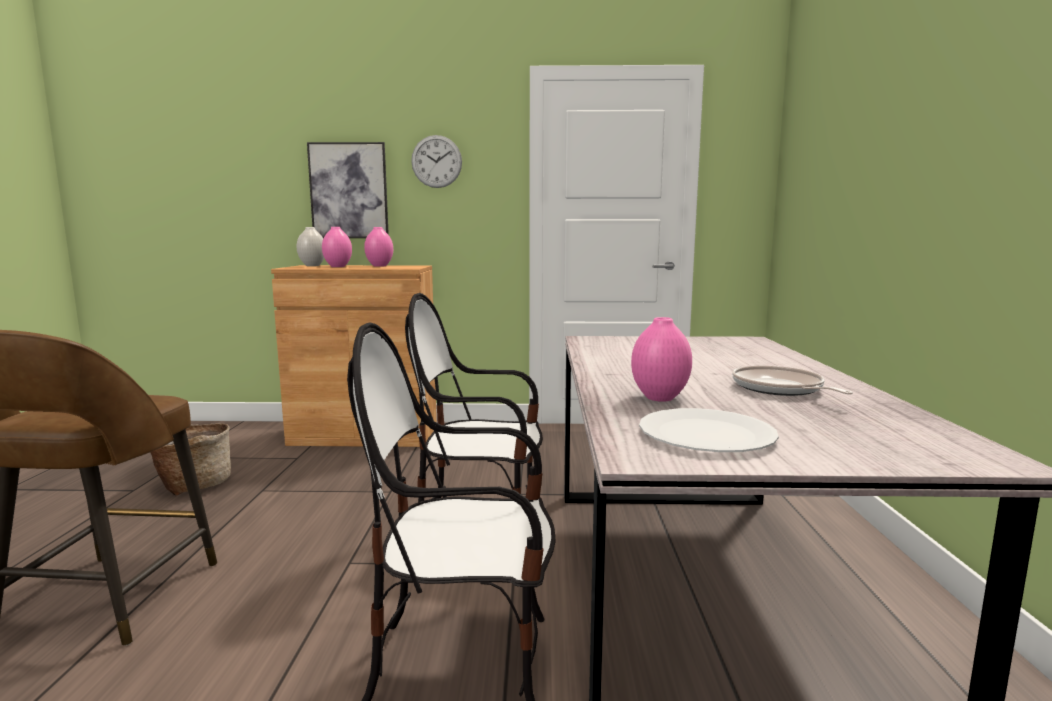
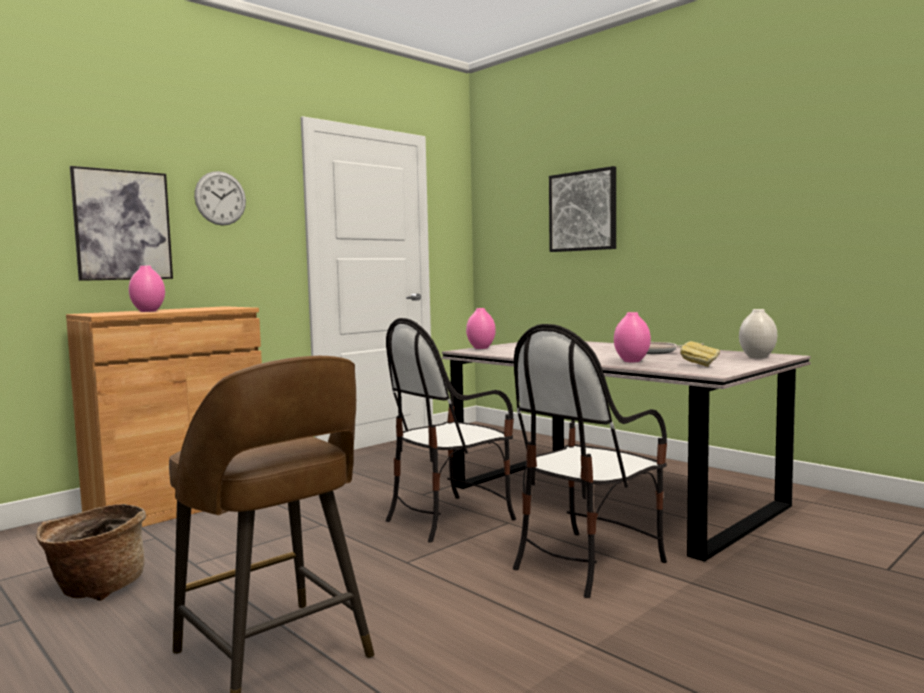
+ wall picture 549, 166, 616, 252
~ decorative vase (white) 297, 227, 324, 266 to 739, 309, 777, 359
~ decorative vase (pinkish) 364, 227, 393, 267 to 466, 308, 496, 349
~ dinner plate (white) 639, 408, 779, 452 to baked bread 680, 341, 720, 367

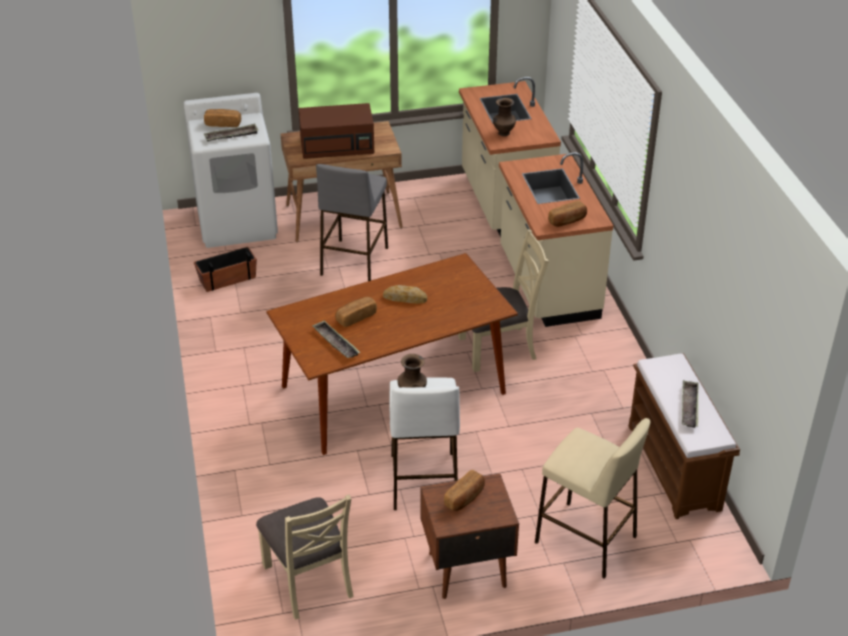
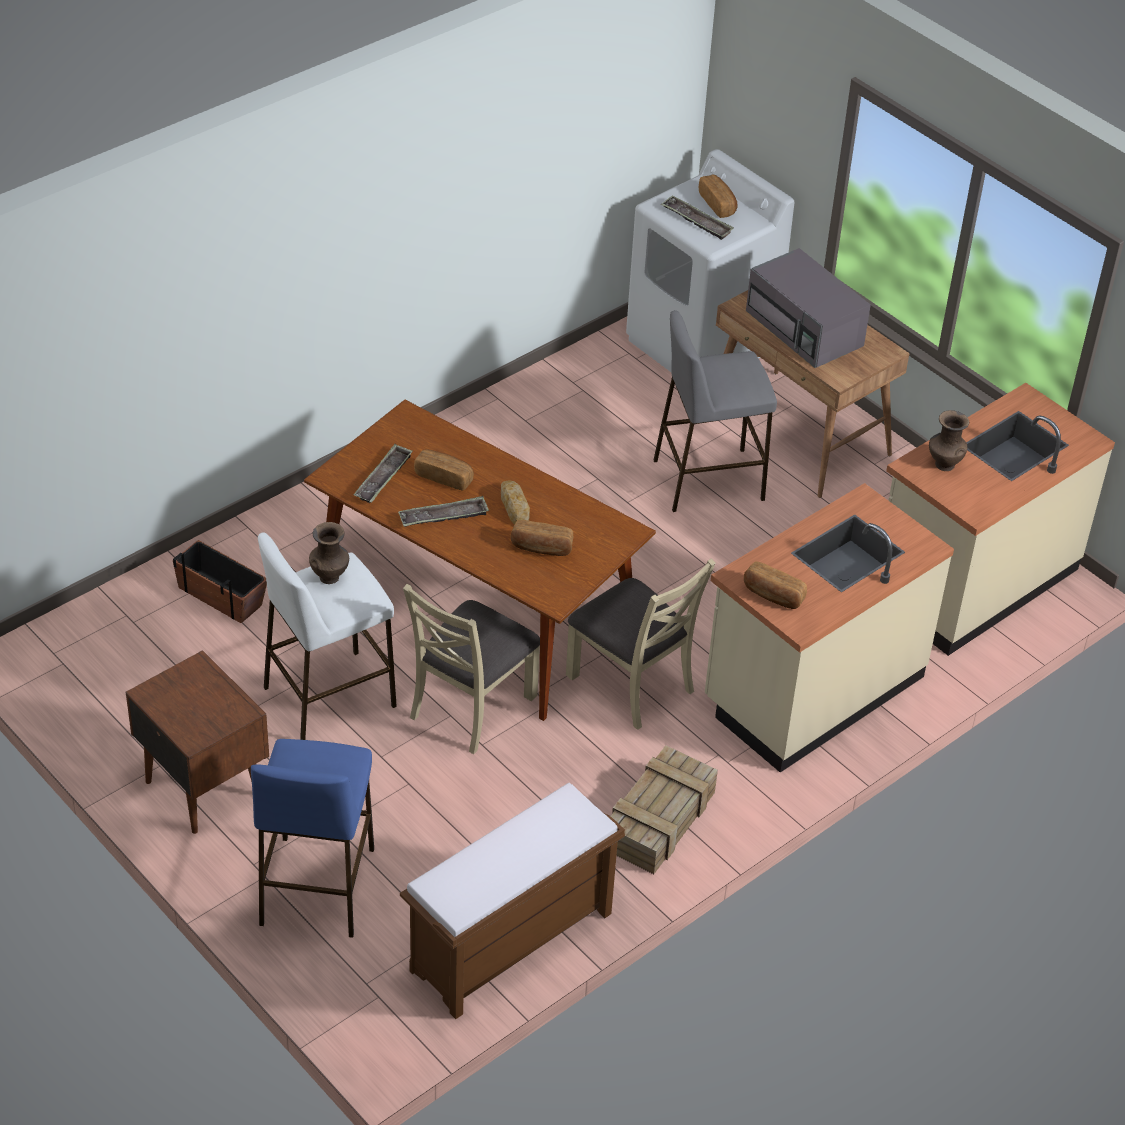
+ shipping crate 611, 745, 718, 874
~ planter 194, 247, 257, 292 to 173, 540, 267, 623
~ chair (sand-coloured) 256, 495, 354, 620 to 403, 584, 540, 754
~ baked bread 444, 470, 485, 511 to 510, 520, 573, 556
~ serving tray 682, 380, 699, 428 to 398, 496, 489, 527
~ kitchen microwave (brown) 299, 103, 374, 159 to kitchen microwave (gray) 746, 248, 871, 368
~ stool seat (sand-coloured) 535, 418, 650, 579 to stool seat (blue) 251, 739, 374, 938

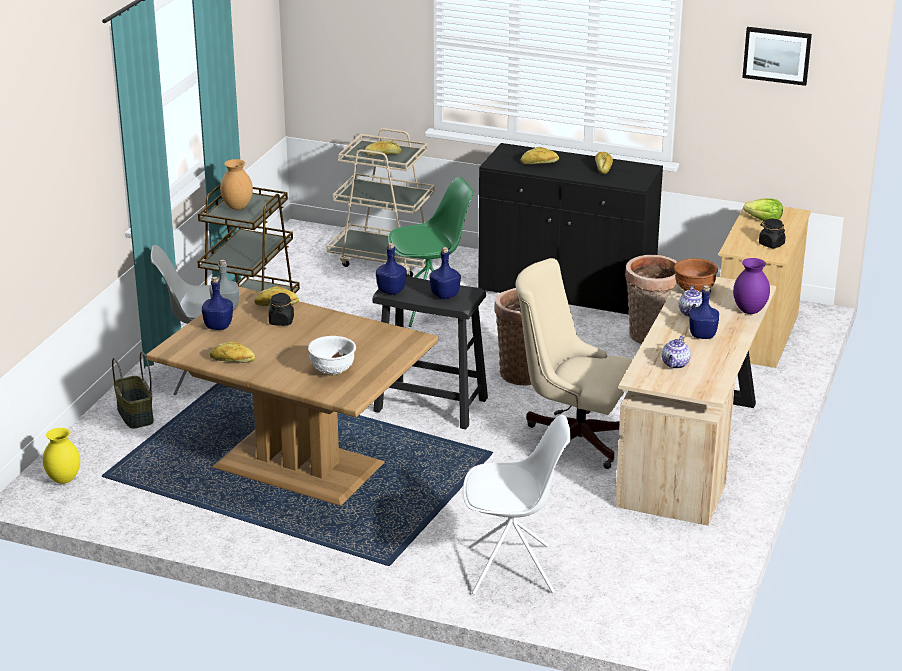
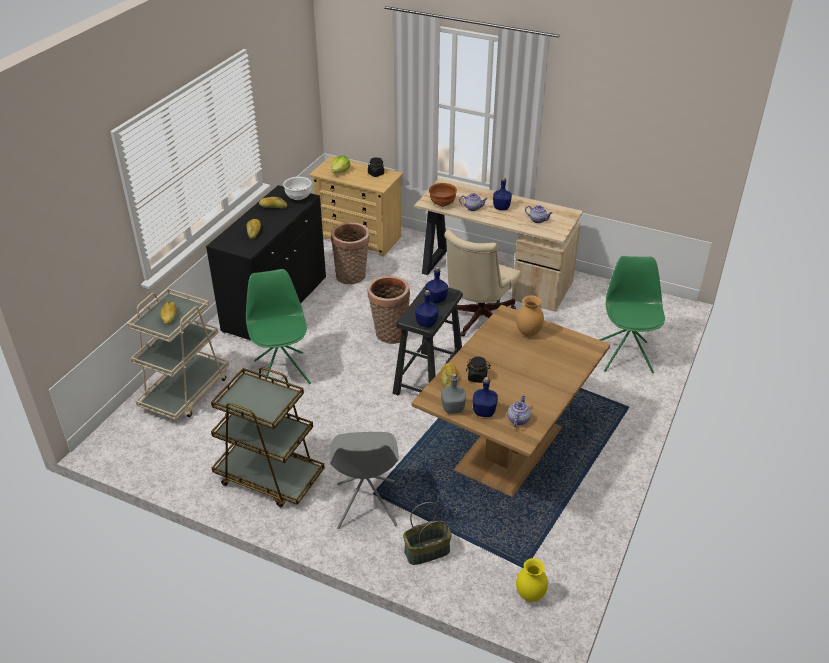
- baked bread 210, 341, 255, 363
- decorative vase (purple-coloured) 733, 258, 770, 314
- wall picture 742, 27, 812, 86
+ teapot 507, 396, 531, 427
~ decorative vase (brown) 220, 159, 253, 210 to 516, 295, 544, 337
~ serving bowl (white) 308, 336, 356, 375 to 283, 177, 312, 200
~ chair (white) 463, 415, 571, 595 to chair (greenish) 599, 256, 665, 374

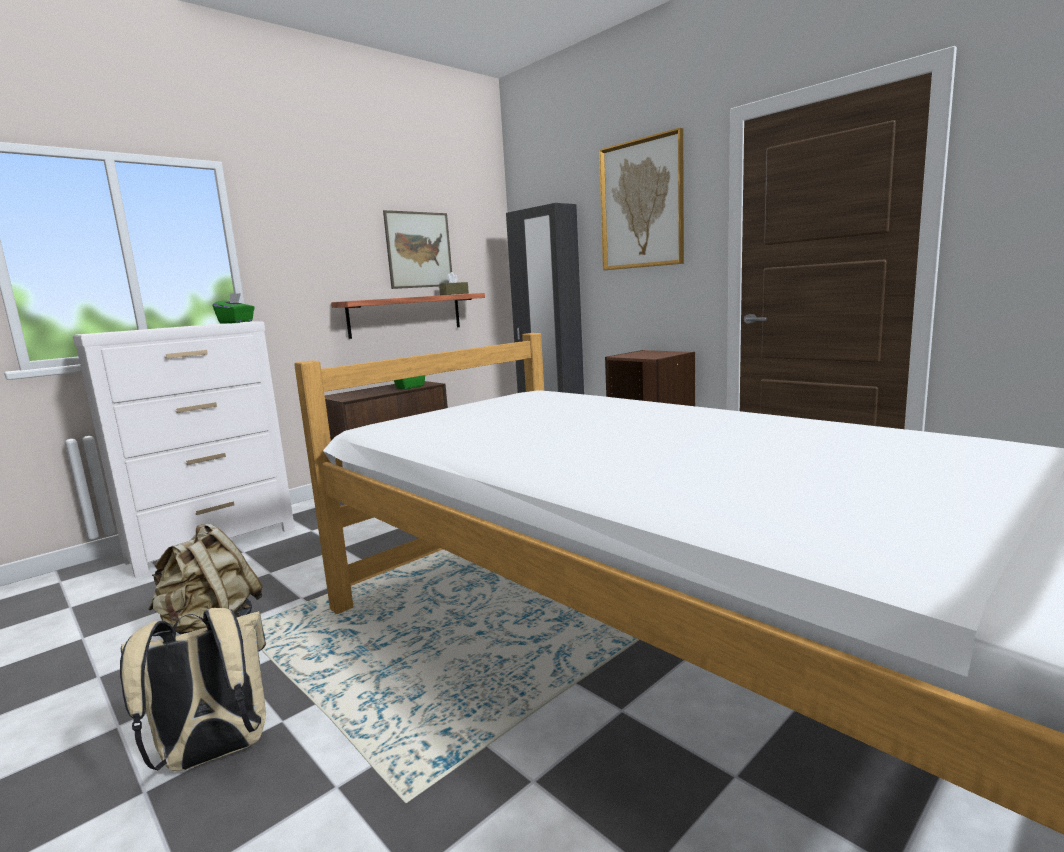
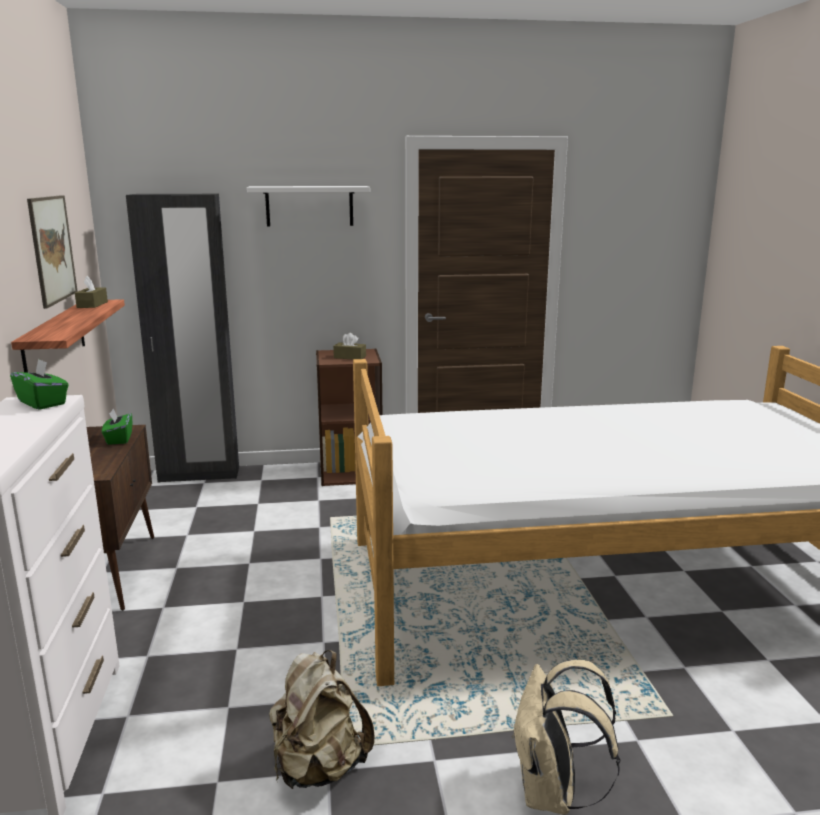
+ tissue box (brown) 333, 333, 366, 360
~ wall picture 599, 128, 684, 270 to shelf (white) 247, 186, 370, 226

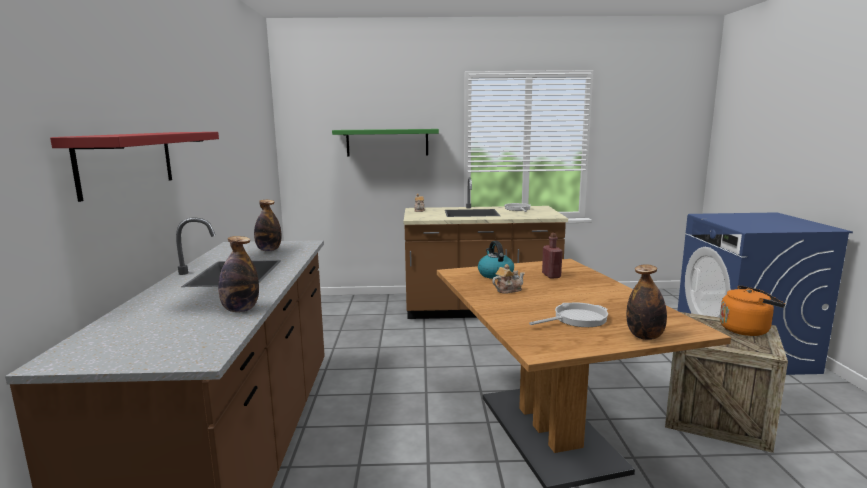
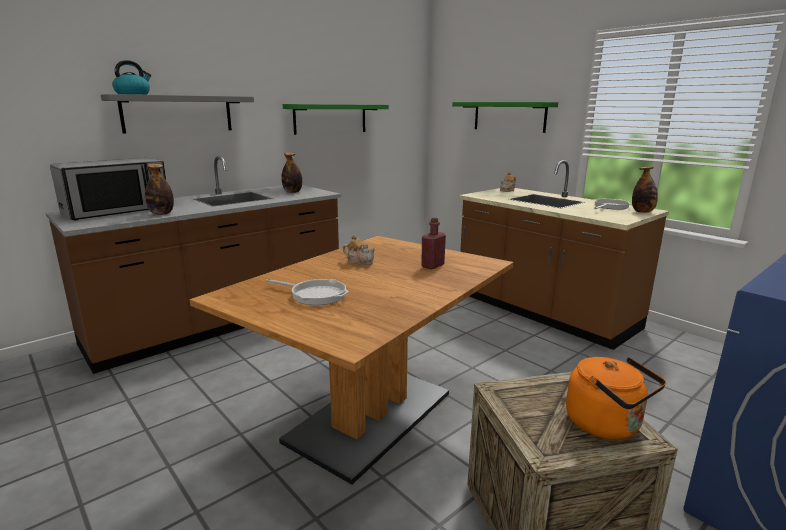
+ kitchen microwave 50, 158, 166, 220
+ shelf (greenish) 283, 104, 389, 135
~ tea kettle 478, 241, 514, 279 to 112, 60, 151, 95
~ beverage bottle 626, 264, 667, 340 to 632, 166, 658, 213
~ shelf (red-coloured) 50, 132, 219, 202 to shelf (gray) 101, 94, 254, 134

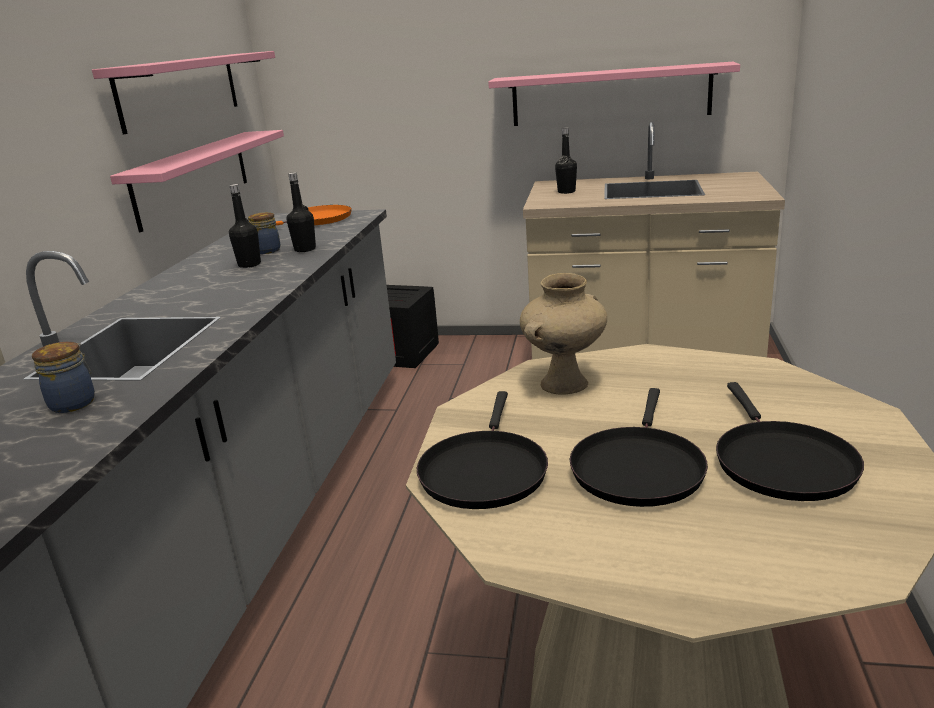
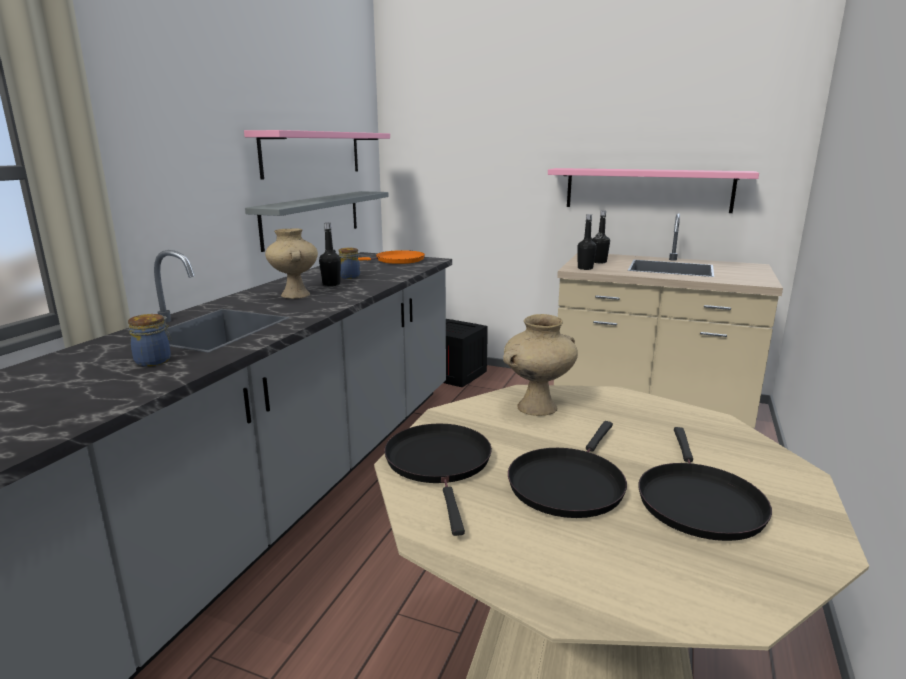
+ decorative vase (sand-coloured) 265, 228, 318, 299
~ beverage bottle (blackish) 287, 172, 316, 252 to 577, 214, 596, 270
~ shelf (pinkish) 110, 130, 284, 232 to shelf (gray) 245, 191, 388, 252
~ frying pan (blackish) 417, 391, 548, 509 = 384, 423, 492, 536 150 degrees clockwise

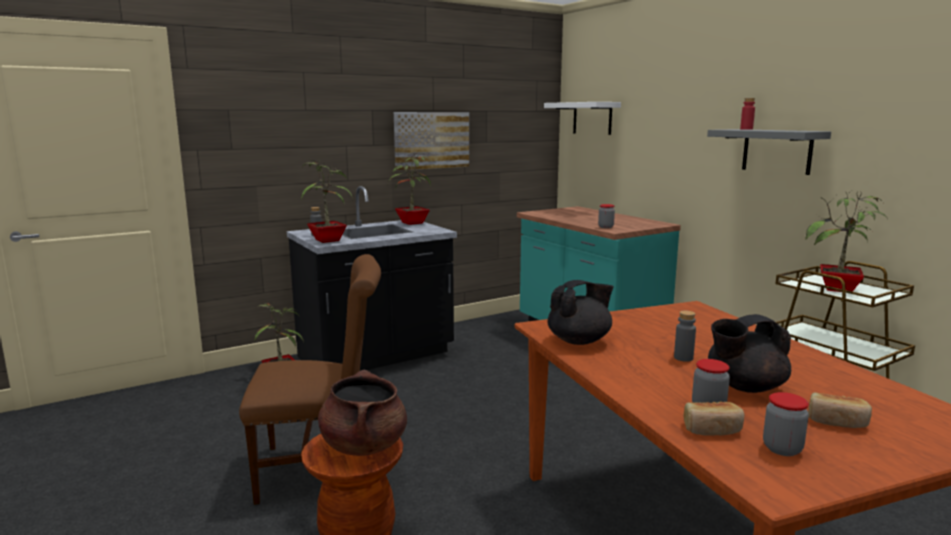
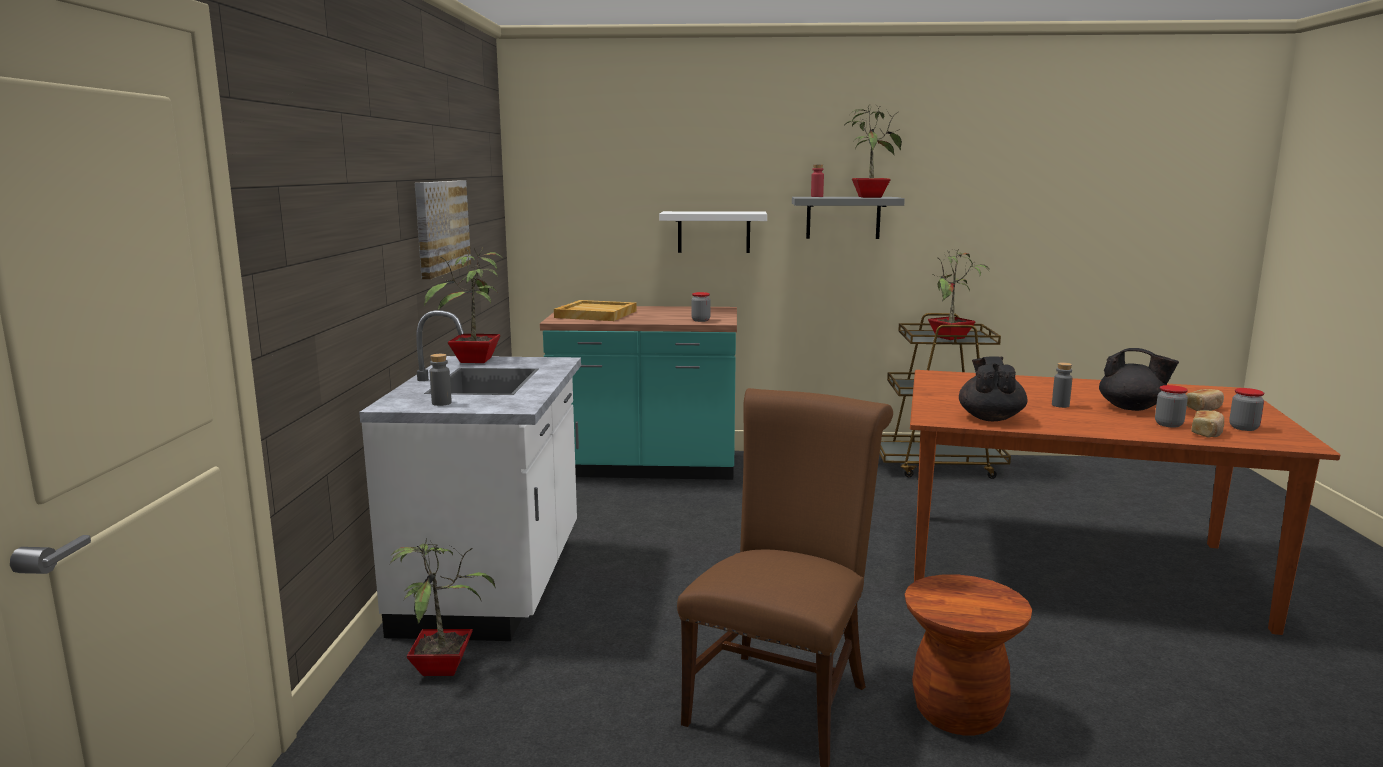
- saucepot (brown) 318, 370, 407, 456
+ serving tray (sand-coloured) 554, 300, 637, 321
~ plant in a pot 301, 159, 353, 243 to 846, 107, 902, 198
~ shelf (white) 544, 102, 621, 135 to 659, 211, 767, 253
~ kitchen base unit (blackish) 287, 186, 457, 371 to kitchen base unit (white) 359, 310, 581, 641
~ teapot (blackish) 708, 314, 791, 393 = 1099, 348, 1179, 411 75 degrees counterclockwise

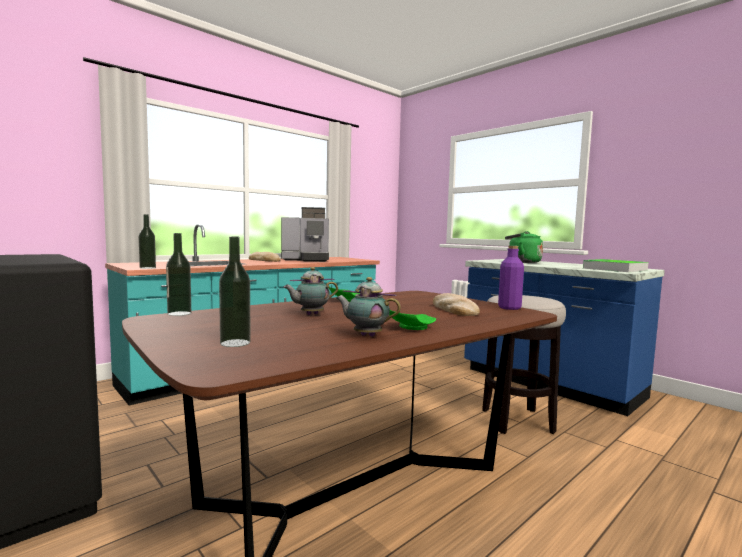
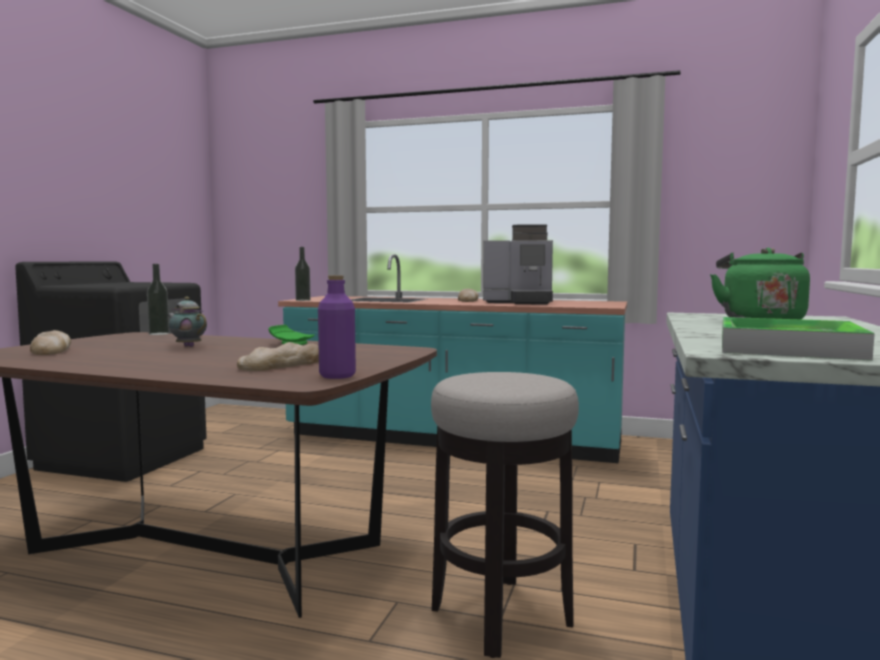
- teapot 336, 277, 401, 337
- dinner plate (greenish) 389, 310, 436, 330
~ beverage bottle 219, 236, 251, 347 to baked bread 30, 330, 71, 355
~ coffee brewer 281, 207, 329, 262 = 483, 224, 553, 304 45 degrees counterclockwise

